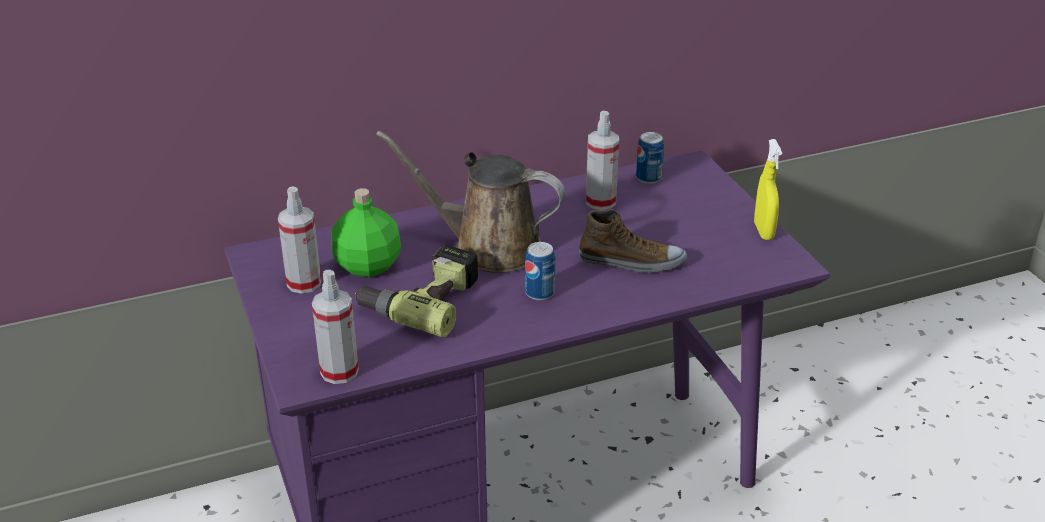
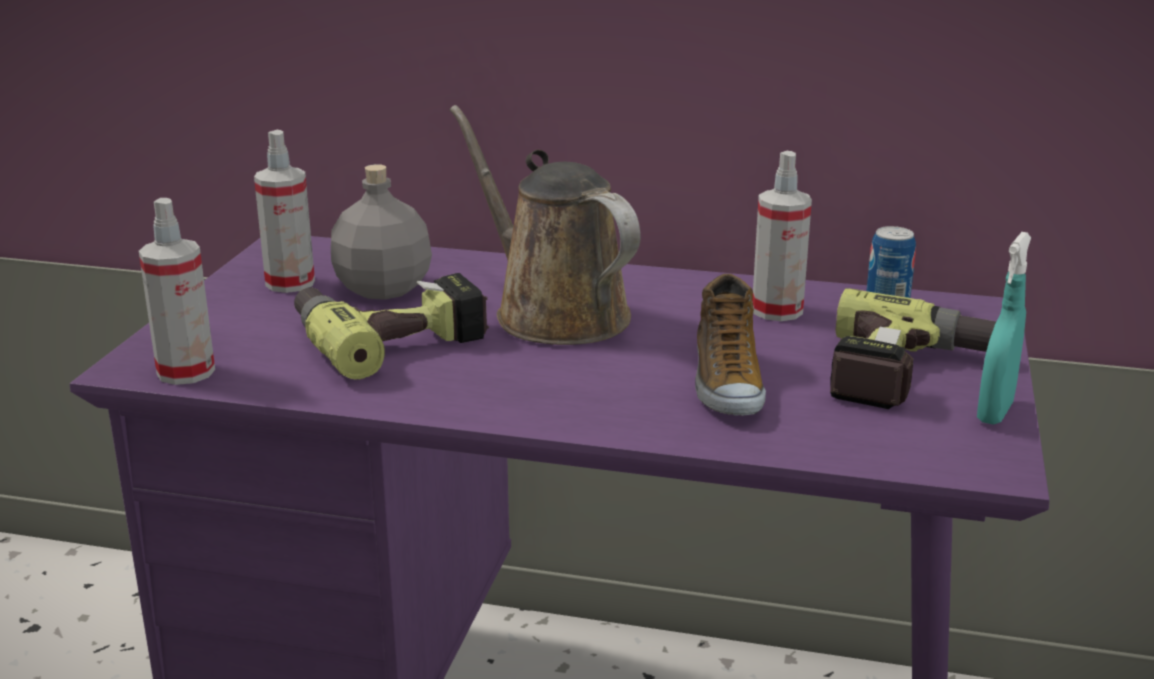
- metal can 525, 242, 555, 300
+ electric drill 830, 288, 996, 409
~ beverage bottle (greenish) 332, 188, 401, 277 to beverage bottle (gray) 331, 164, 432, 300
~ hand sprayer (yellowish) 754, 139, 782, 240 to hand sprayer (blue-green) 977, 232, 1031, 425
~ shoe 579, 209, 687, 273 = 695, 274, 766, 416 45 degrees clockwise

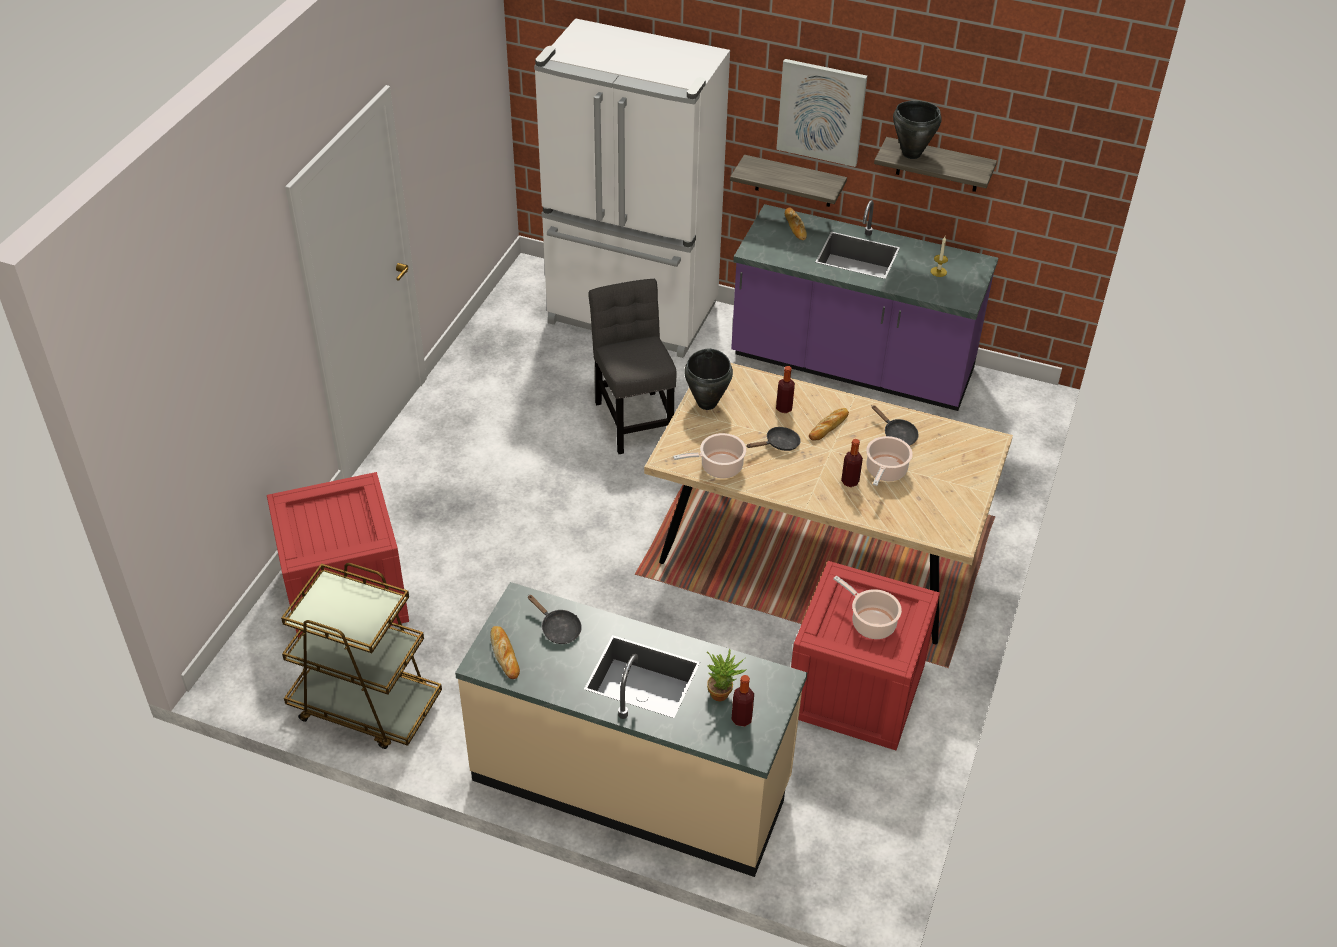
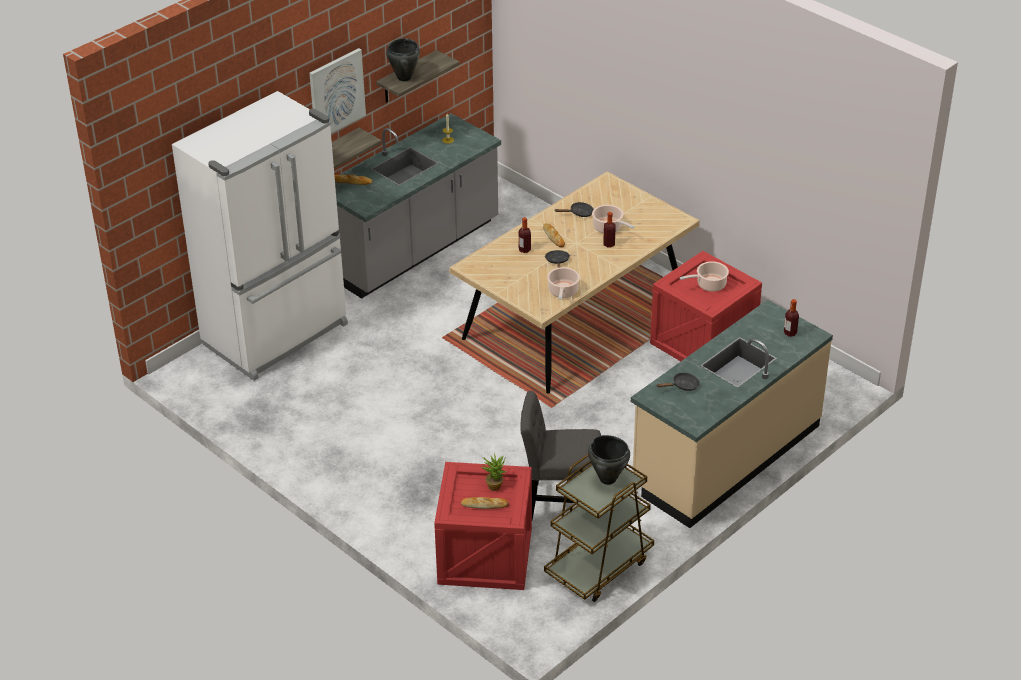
~ baked bread 490, 626, 520, 679 to 461, 497, 509, 509
~ chair (gray) 588, 279, 676, 454 to 520, 391, 601, 520
~ saucepot (blackish) 684, 349, 733, 410 to 588, 435, 630, 485
~ plant in a pot 707, 649, 746, 701 to 481, 453, 506, 491
~ kitchen base unit (purple-coloured) 731, 200, 998, 411 to kitchen base unit (gray) 335, 113, 501, 299

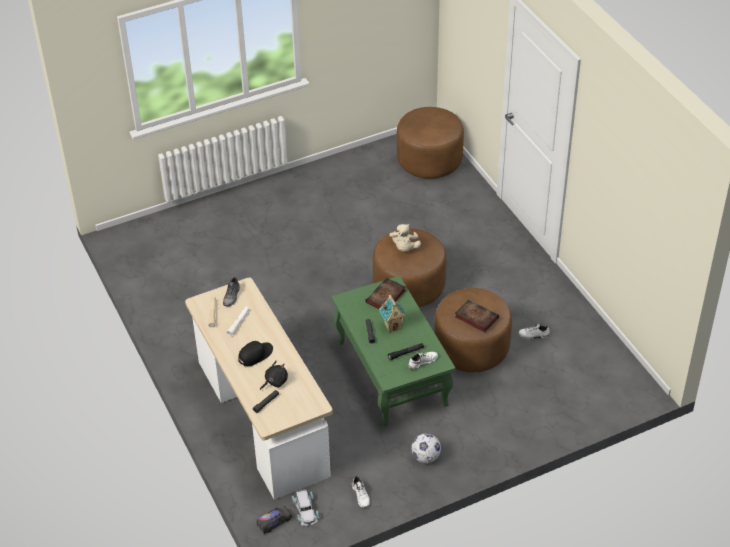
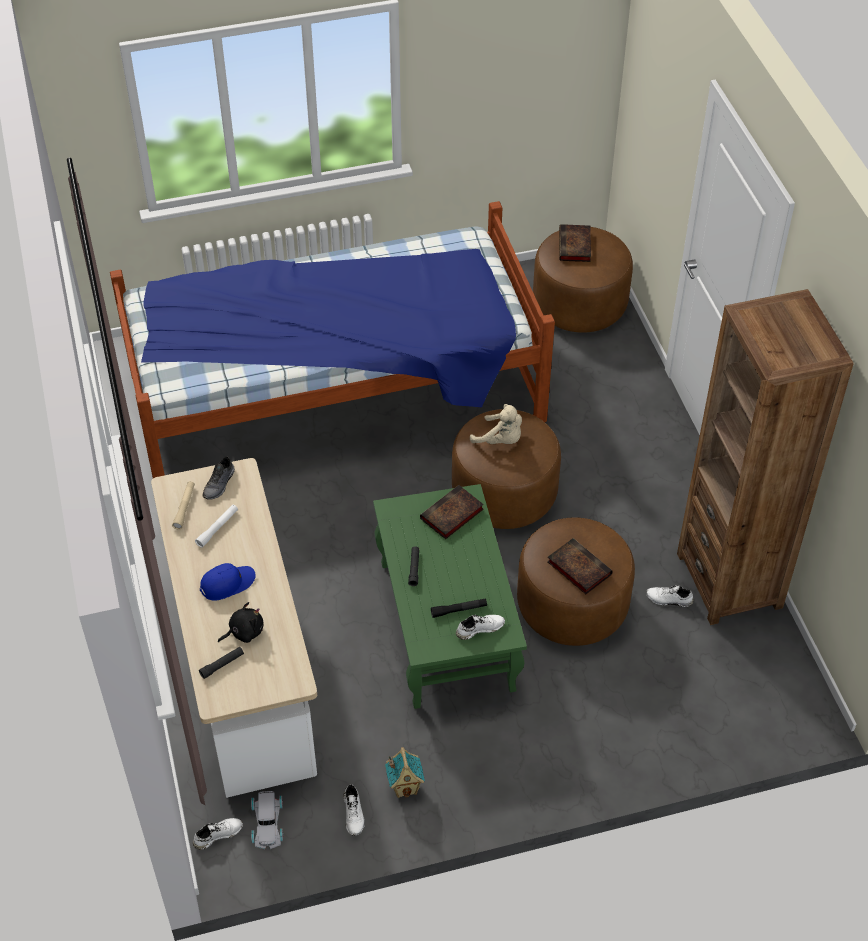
- football ball 411, 433, 441, 463
+ bedroom bed 110, 201, 555, 478
+ volume 559, 224, 591, 262
+ shelving unit (brown) 677, 289, 854, 625
~ model house 379, 295, 406, 333 to 385, 747, 425, 798
~ toy lorry 257, 506, 292, 534 to shoe (white) 193, 818, 243, 850
~ peaked cap (blackish) 238, 341, 273, 366 to peaked cap (blue) 200, 563, 256, 601
~ cuddly toy (sand-coloured) 389, 224, 421, 251 = 470, 404, 522, 444 75 degrees counterclockwise

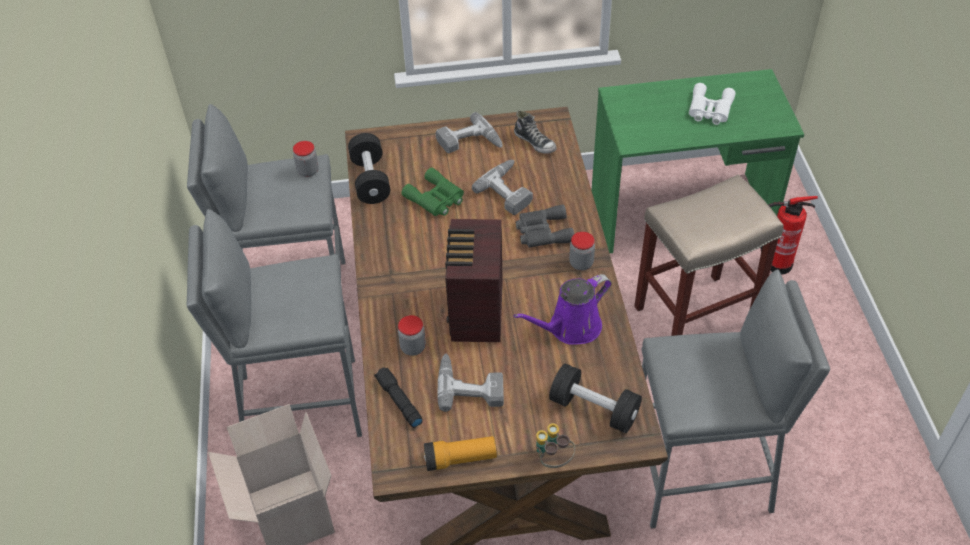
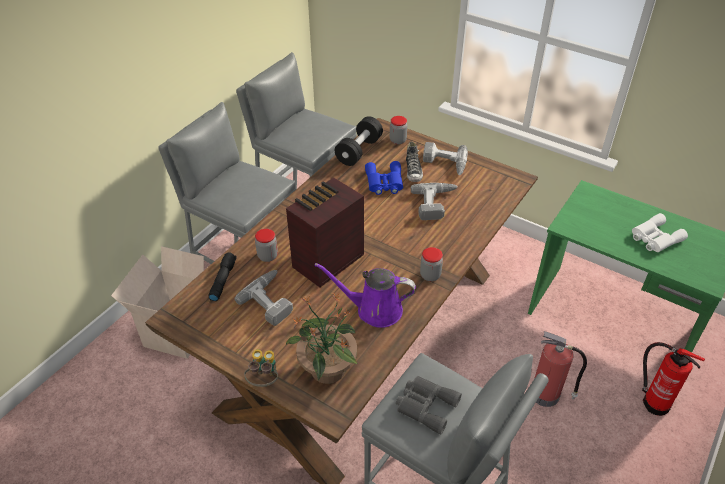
- hand torch 424, 436, 497, 471
~ storage jar 293, 141, 319, 177 to 390, 116, 407, 144
~ shoe 514, 110, 556, 154 to 406, 142, 423, 182
~ binoculars (gray) 516, 204, 574, 248 to 396, 376, 462, 434
~ hand weight (blackish) 549, 364, 642, 433 to plant in a pot 286, 293, 358, 384
~ stool seat (sand-coloured) 634, 175, 784, 336 to extinguisher 534, 331, 587, 407
~ binoculars (greenish) 401, 168, 464, 216 to binoculars (blue) 365, 161, 403, 195

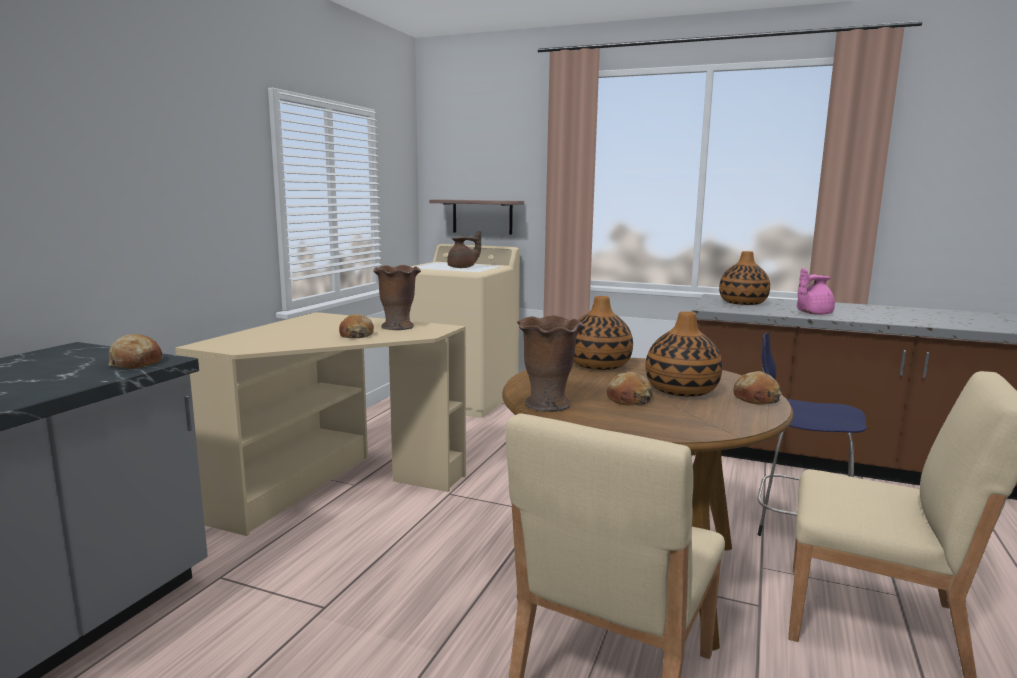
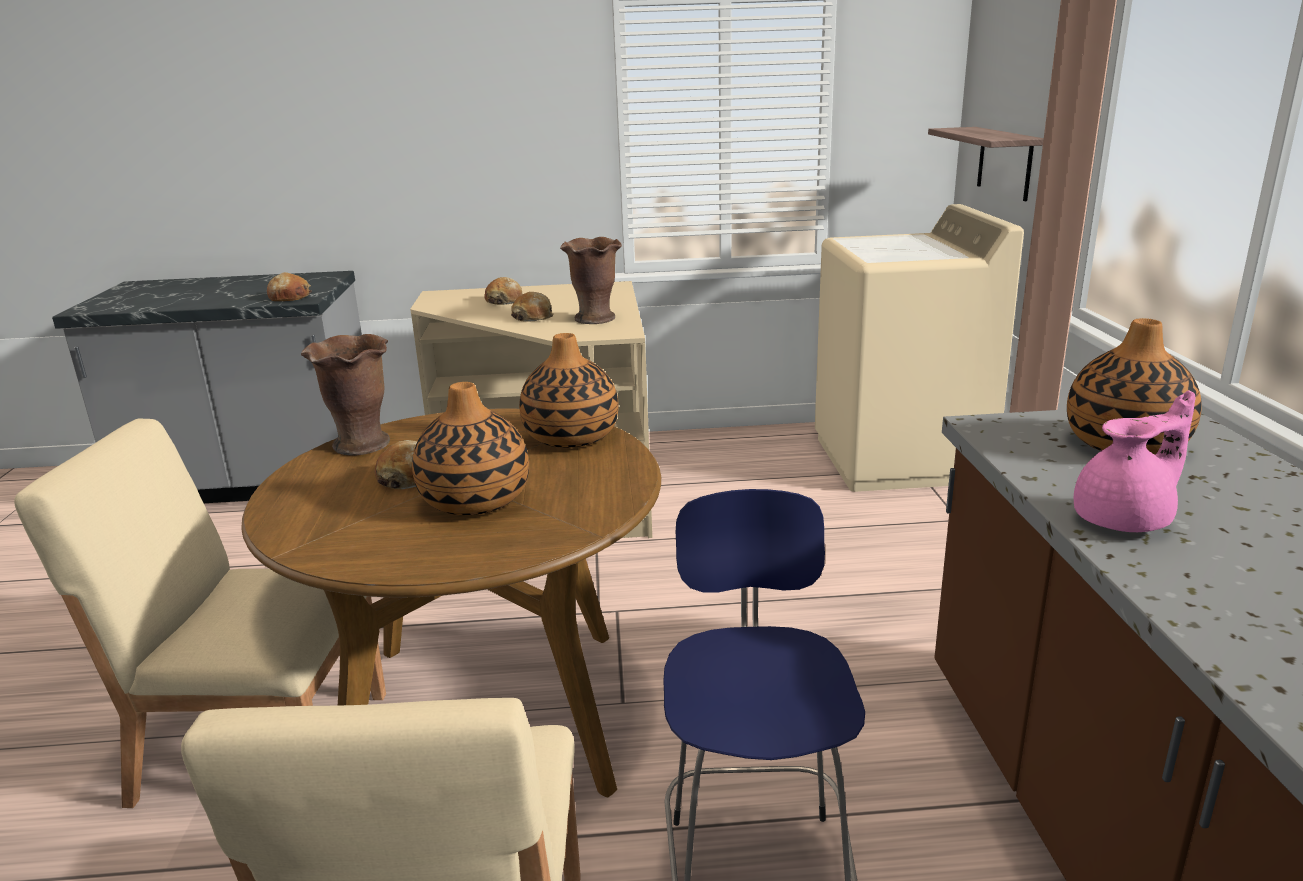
- teapot (brown) 447, 230, 481, 268
~ baked bread 733, 371, 782, 404 to 484, 277, 523, 305
~ teapot (pinkish) 797, 268, 835, 315 = 1074, 390, 1196, 532 120 degrees clockwise

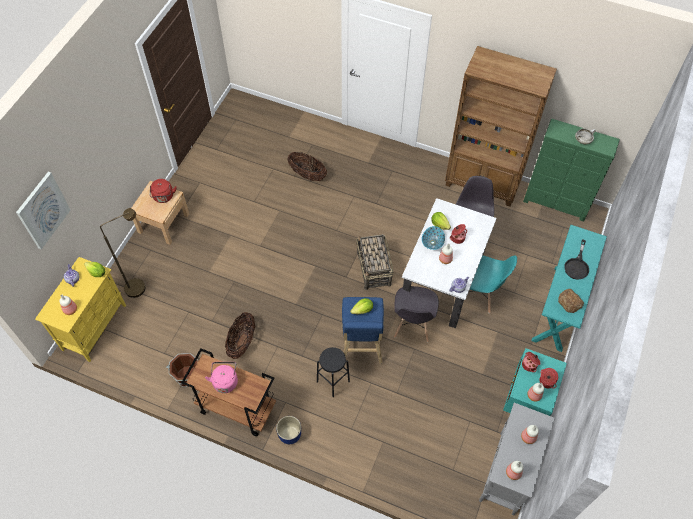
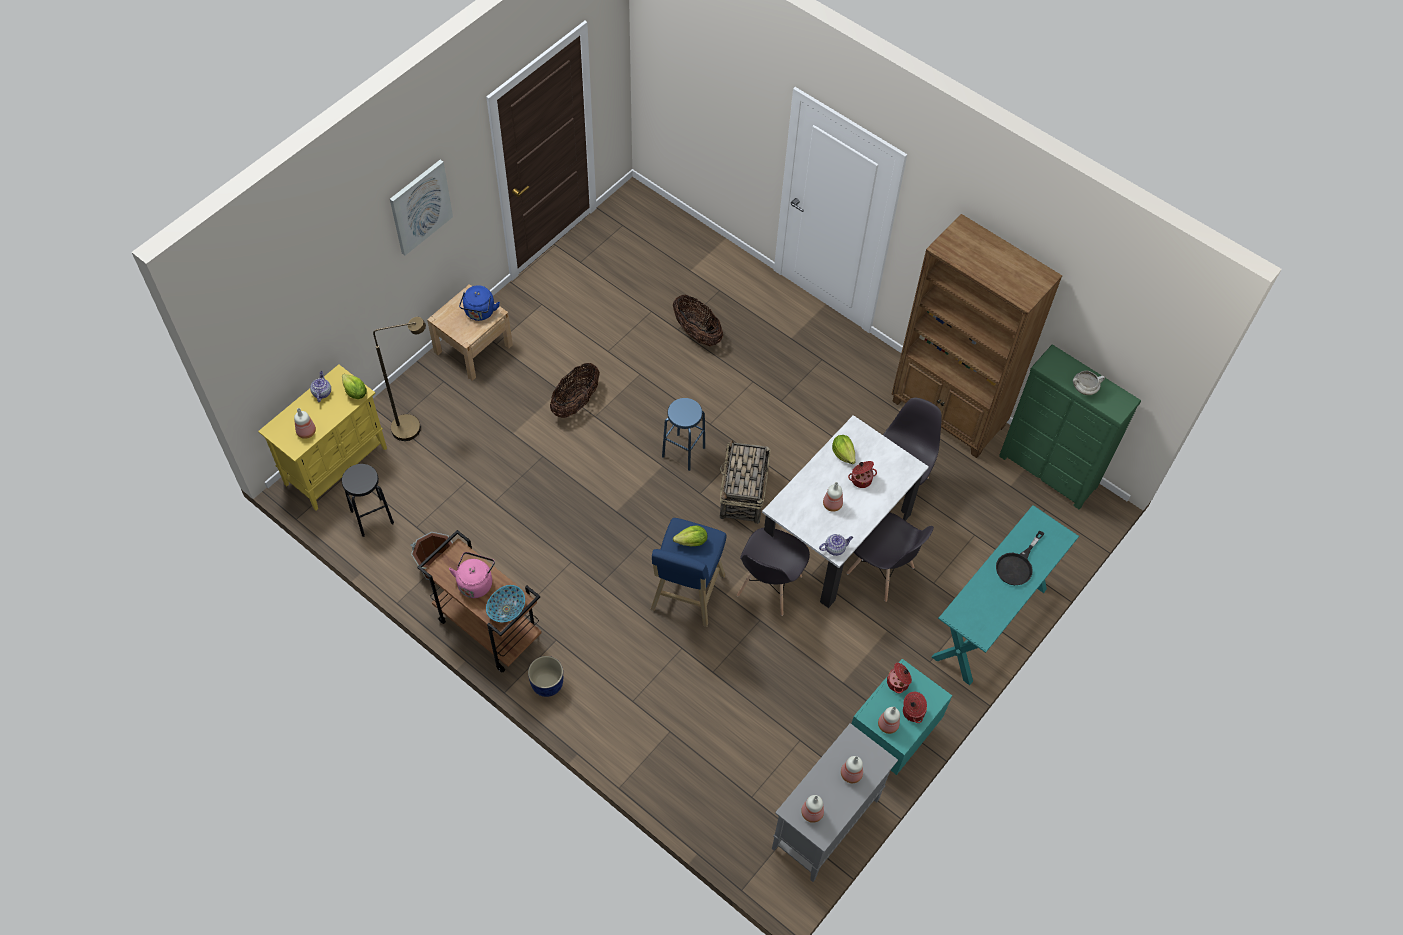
- baked bread 558, 289, 584, 313
+ stool seat (blue) 662, 398, 705, 471
~ wall picture 16, 172, 70, 249 to 390, 160, 453, 255
~ household basket 225, 312, 255, 359 to 550, 363, 600, 418
~ stool seat (blackish) 317, 347, 350, 397 to 341, 464, 394, 537
~ serving bowl 422, 226, 445, 250 to 486, 585, 525, 622
~ tea kettle (red-coloured) 150, 179, 177, 203 to tea kettle (blue) 459, 285, 500, 321
~ chair (blue-green) 469, 255, 517, 314 to chair (gray) 846, 512, 934, 602

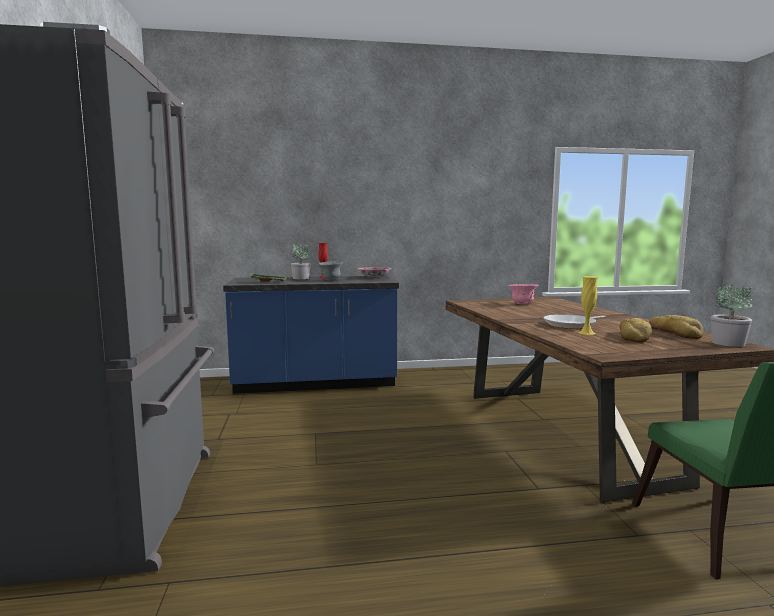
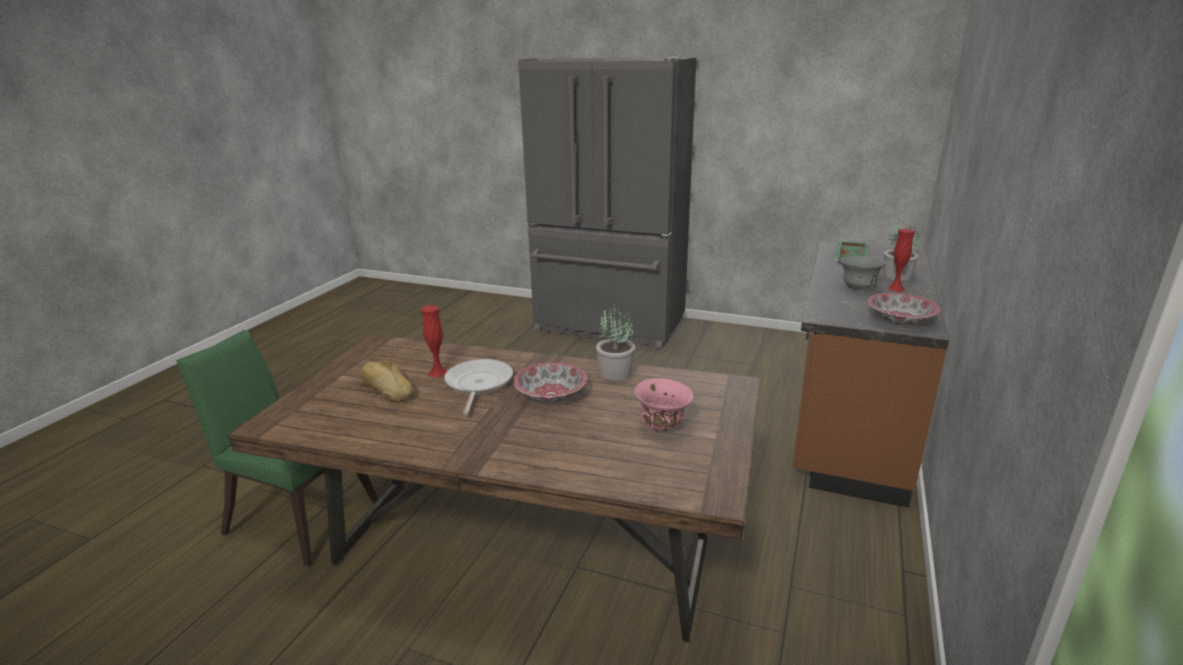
- baked bread 649, 315, 704, 339
+ serving bowl 513, 362, 587, 403
~ plant in a pot 711, 283, 752, 347 to 596, 303, 635, 381
~ kitchen base unit (blue) 223, 276, 399, 394 to kitchen base unit (brown) 793, 242, 949, 508
~ decorative vase (yellowish) 578, 276, 598, 335 to decorative vase (red-coloured) 421, 305, 447, 378

